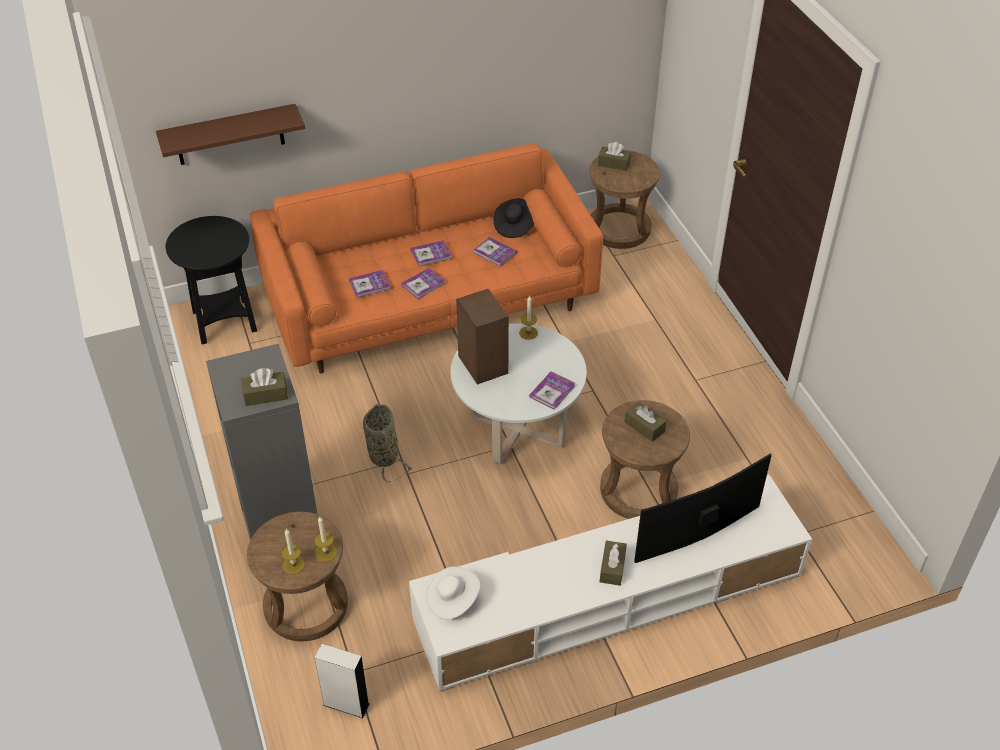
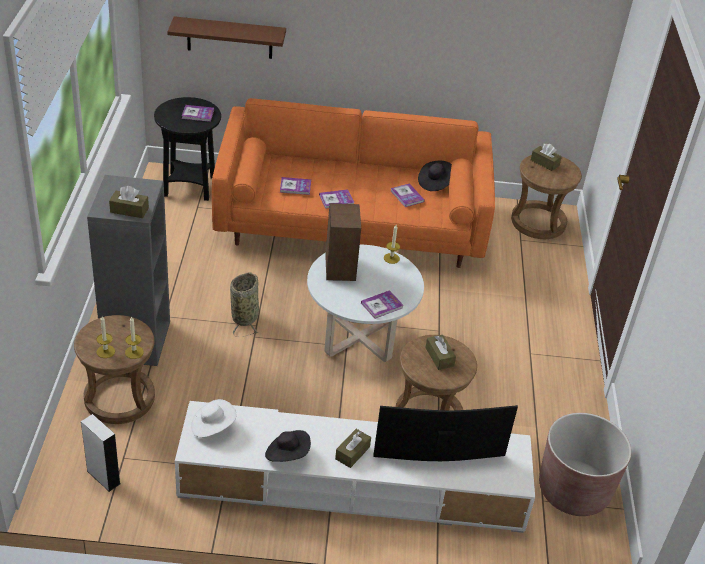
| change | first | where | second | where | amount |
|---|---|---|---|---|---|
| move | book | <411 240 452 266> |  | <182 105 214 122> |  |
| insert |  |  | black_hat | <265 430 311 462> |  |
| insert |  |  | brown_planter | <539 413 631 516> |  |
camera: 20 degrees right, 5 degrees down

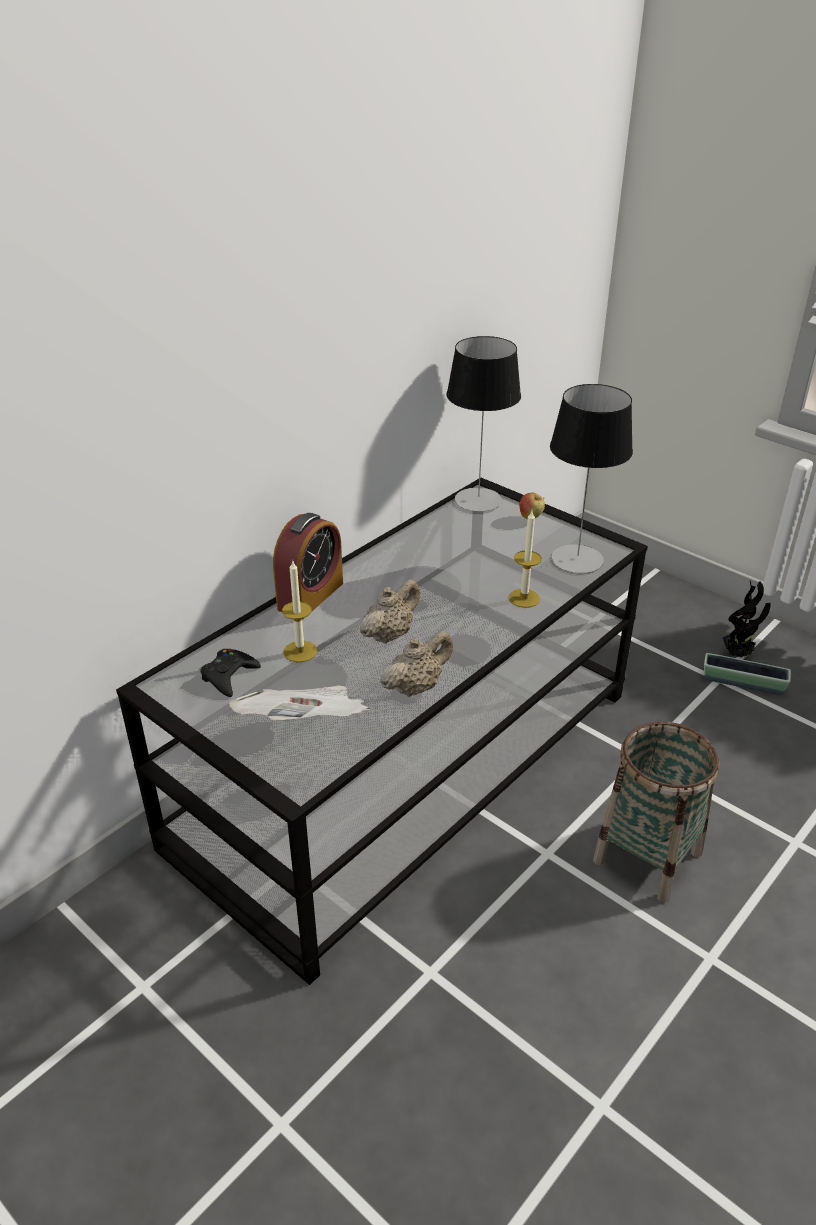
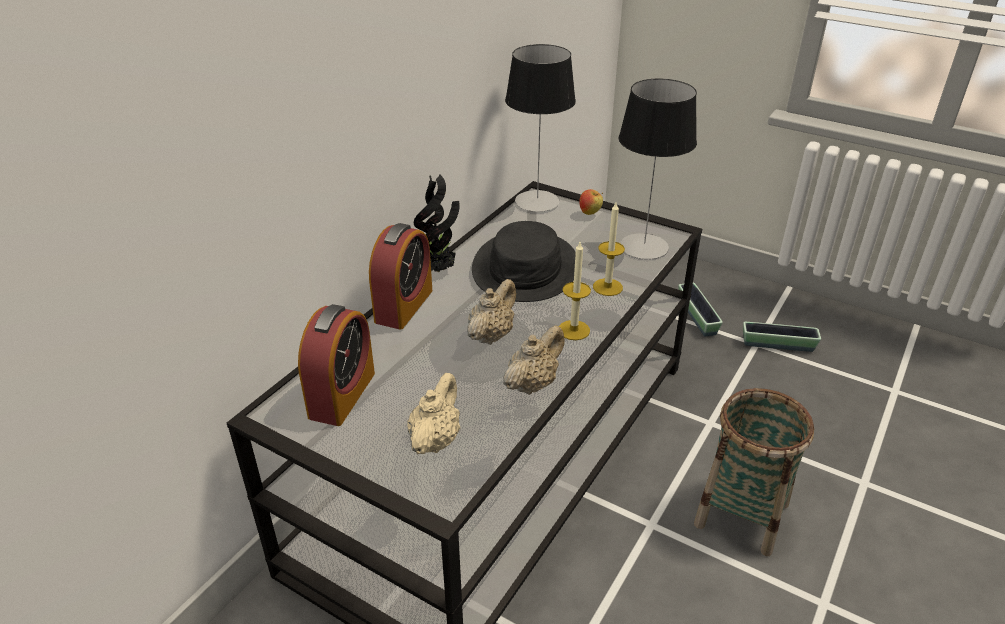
| change | first | where | second | where | amount |
|---|---|---|---|---|---|
| replace | black_game_controller | <200 649 261 697> | alarm_clock | <298 304 375 426> |  |
| replace | newspaper | <229 685 369 720> | beige_teapot | <407 373 460 454> |  |
| move | candle | <282 561 317 662> |  | <559 242 591 340> |  |
| move | potted_plant | <722 580 771 658> |  | <414 175 460 272> |  |
| insert |  |  | black_hat | <472 221 576 302> |  |
| insert |  |  | planter | <678 283 723 336> |  |
camera: 10 degrees left, 0 degrees up

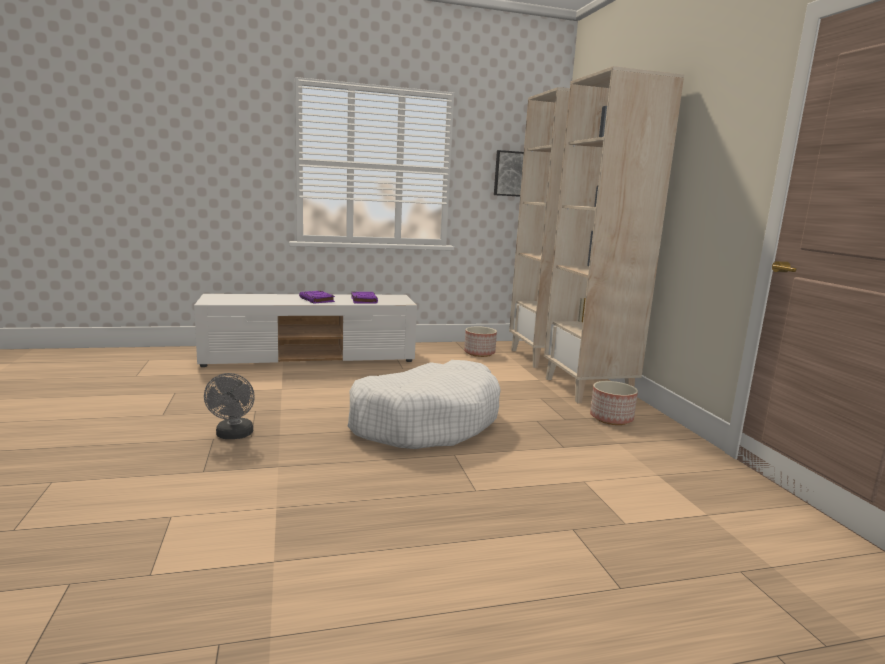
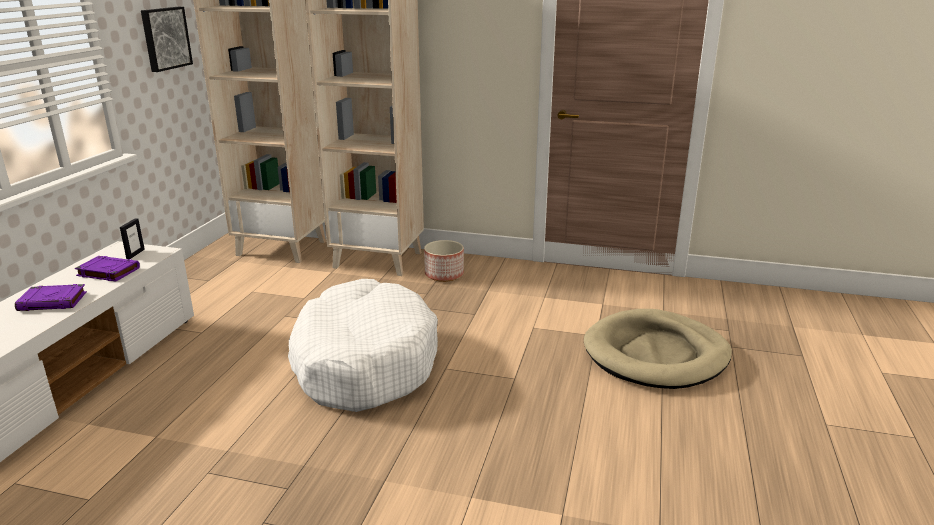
| change | first | where | second | where | amount |
|---|---|---|---|---|---|
| delete | grey_fan | <204 373 255 439> |  |  |  |
| delete | planter | <464 326 497 357> |  |  |  |
| insert |  |  | picture_frame | <120 218 145 259> |  |
| insert |  |  | beige_dog_bed | <584 309 732 389> |  |
camera: 60 degrees left, 10 degrees up

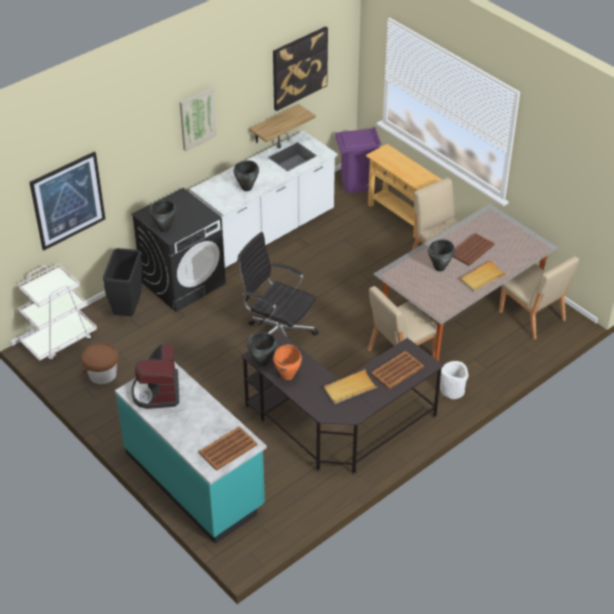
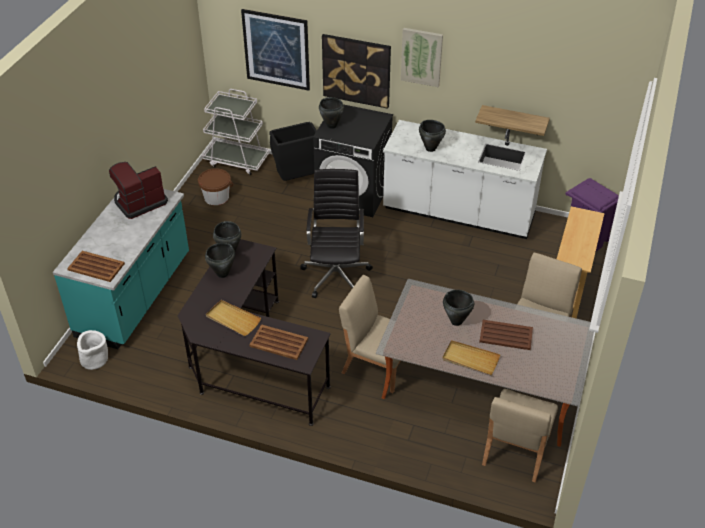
| change | first | where | second | where | amount |
|---|---|---|---|---|---|
| move | picture | <273 26 328 111> |  | <322 34 391 109> |  |
| recolor | orange_cooking_pot | <273 344 302 380> | black_cooking_pot | <205 243 235 278> |  |
| move | white_planter | <440 361 469 399> |  | <77 330 108 370> |  |
camera: 60 degrees right, 0 degrees up

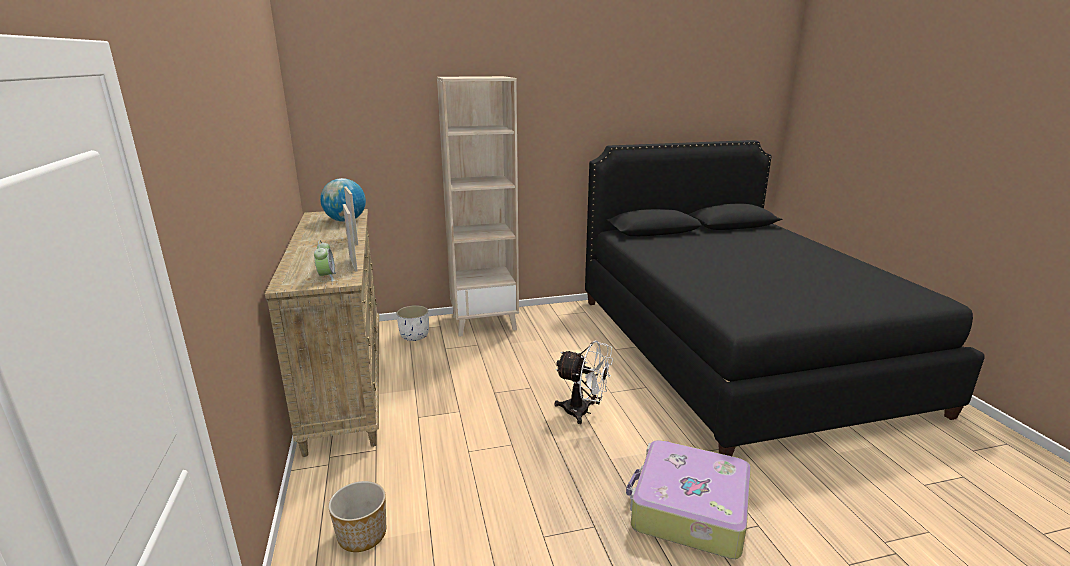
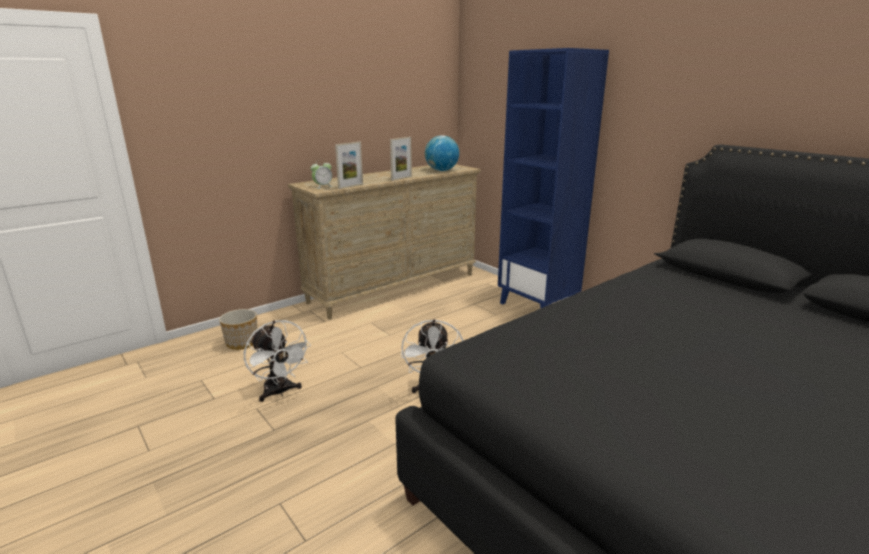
| change | first | where | second | where | amount |
|---|---|---|---|---|---|
| delete | white_planter | <397 305 429 341> |  |  |  |
| recolor | beige_bookcase | <437 76 519 337> | blue_bookcase | <498 48 609 308> |  |
| delete | suitcase | <626 440 751 559> |  |  |  |
| insert |  |  | white_fan | <244 320 311 402> |  |
camera: 65 degrees right, 0 degrees up

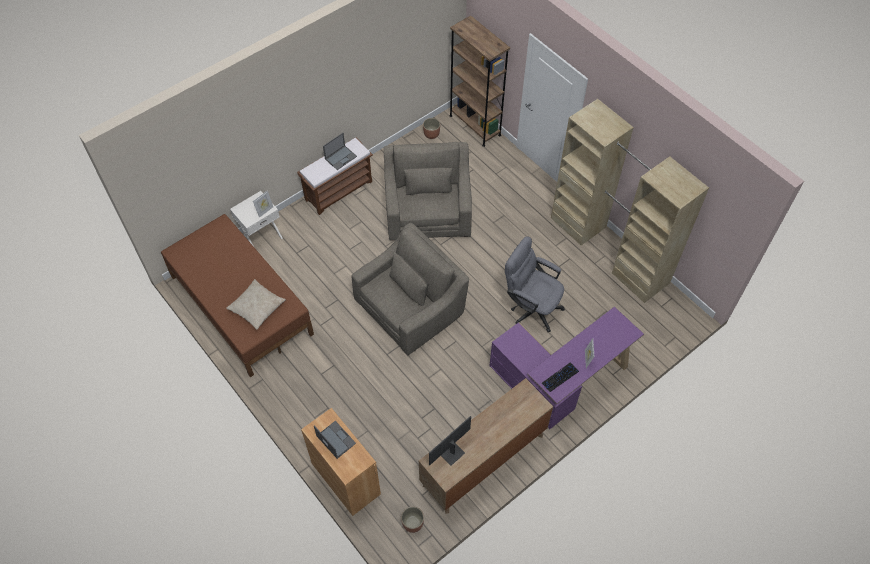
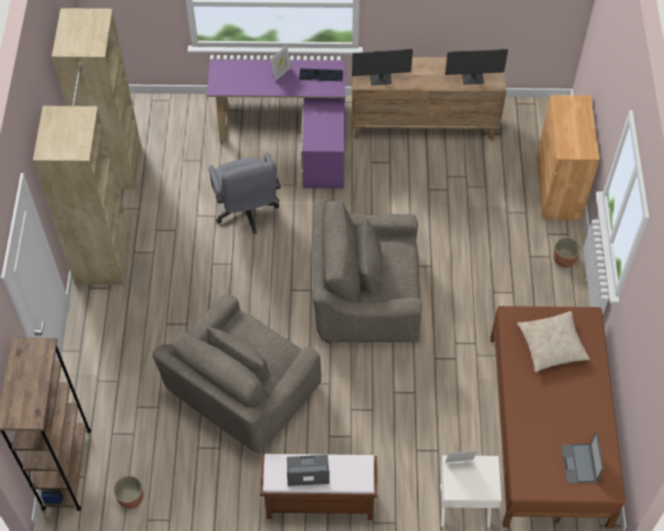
| change | first | where | second | where | amount |
|---|---|---|---|---|---|
| move | laptop | <314 421 356 459> |  | <561 431 604 484> |  |
| move | planter | <401 507 424 533> |  | <554 237 581 268> |  |
| insert |  |  | monitor | <352 49 413 85> |  |
camera: 140 degrees left, 0 degrees up

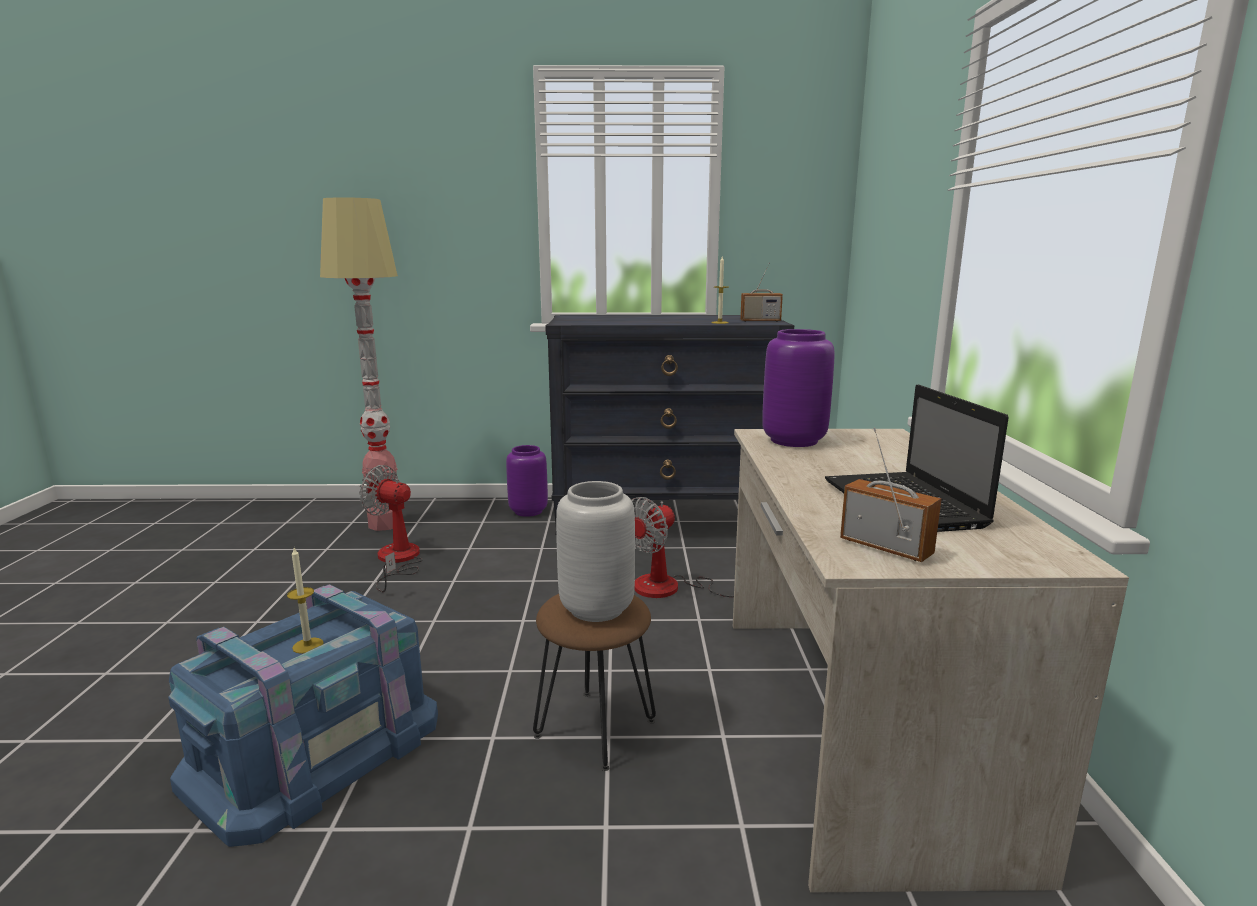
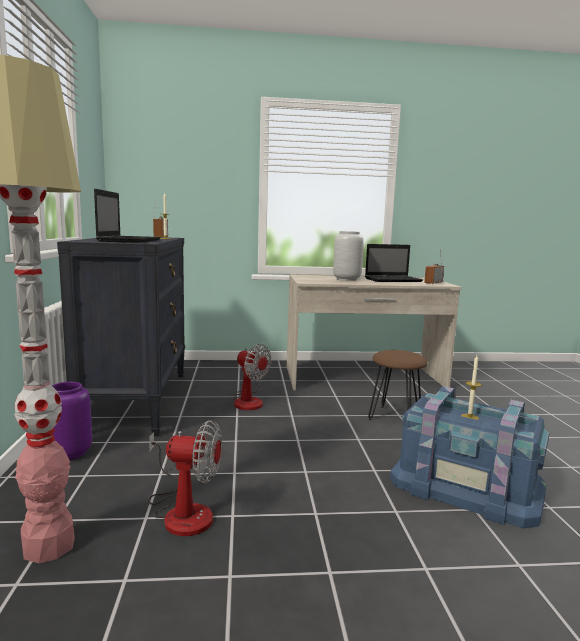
| change | first | where | second | where | amount |
|---|---|---|---|---|---|
| rotate | fan | <359 465 423 592> |  | <148 420 222 536> | 105 degrees counterclockwise |
| move | grey_vase | <556 481 635 622> |  | <333 231 364 281> |  |
| delete | purple_vase | <762 329 835 447> |  |  |  |
| insert |  |  | laptop | <94 189 160 243> |  |
camera: 95 degrees left, 5 degrees down

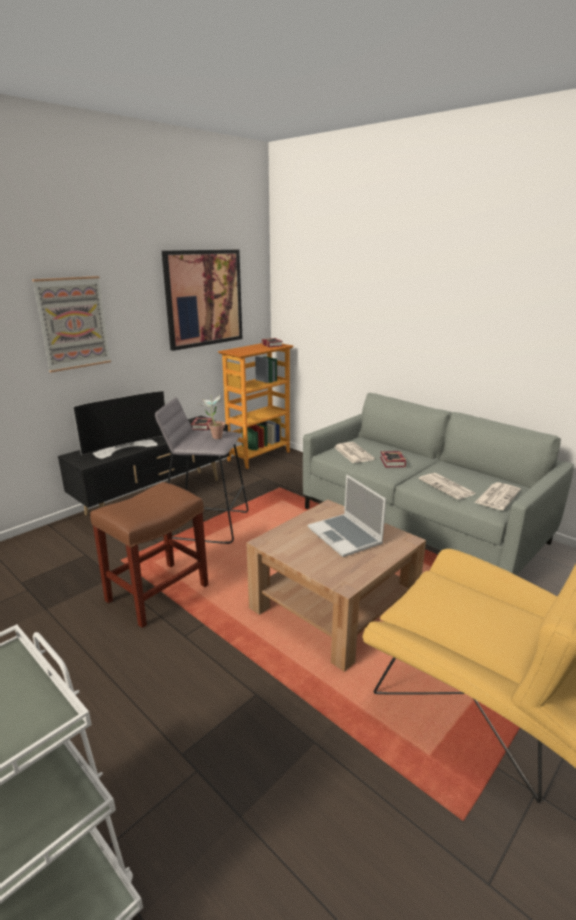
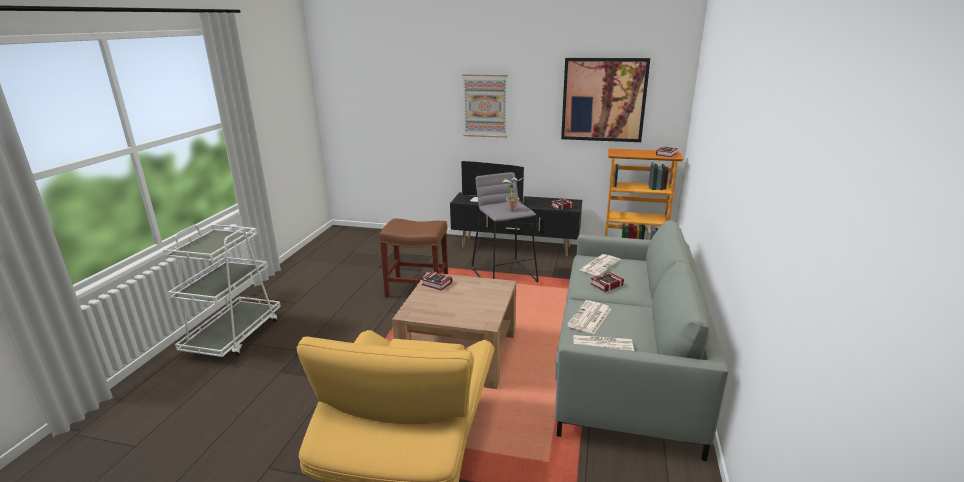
| change | first | where | second | where | amount |
|---|---|---|---|---|---|
| delete | laptop | <308 474 386 557> |  |  |  |
| insert |  |  | book | <421 272 453 291> |  |
camera: 60 degrees right, 0 degrees up

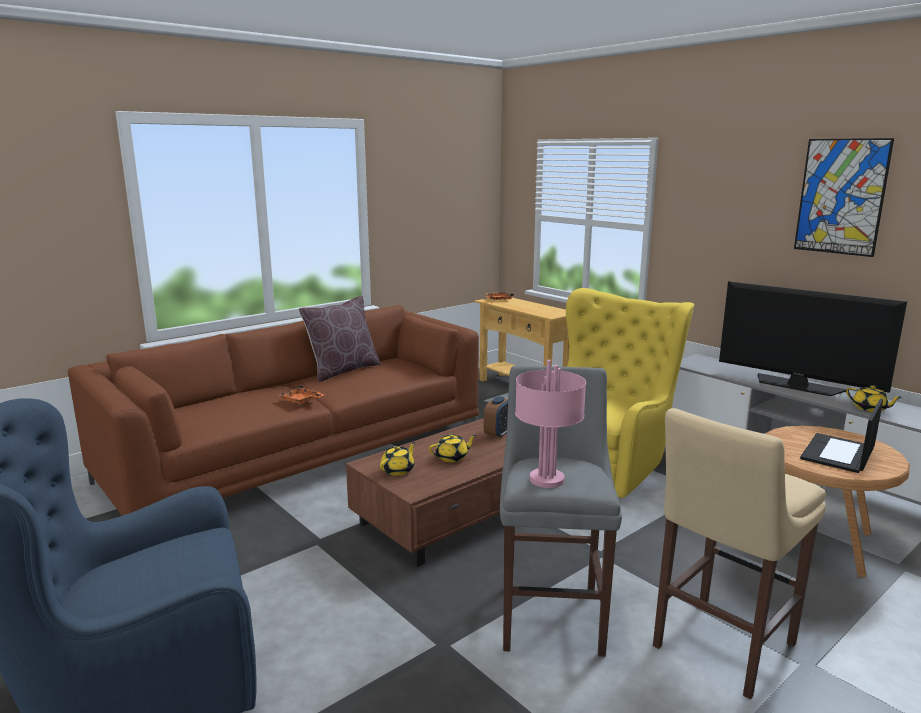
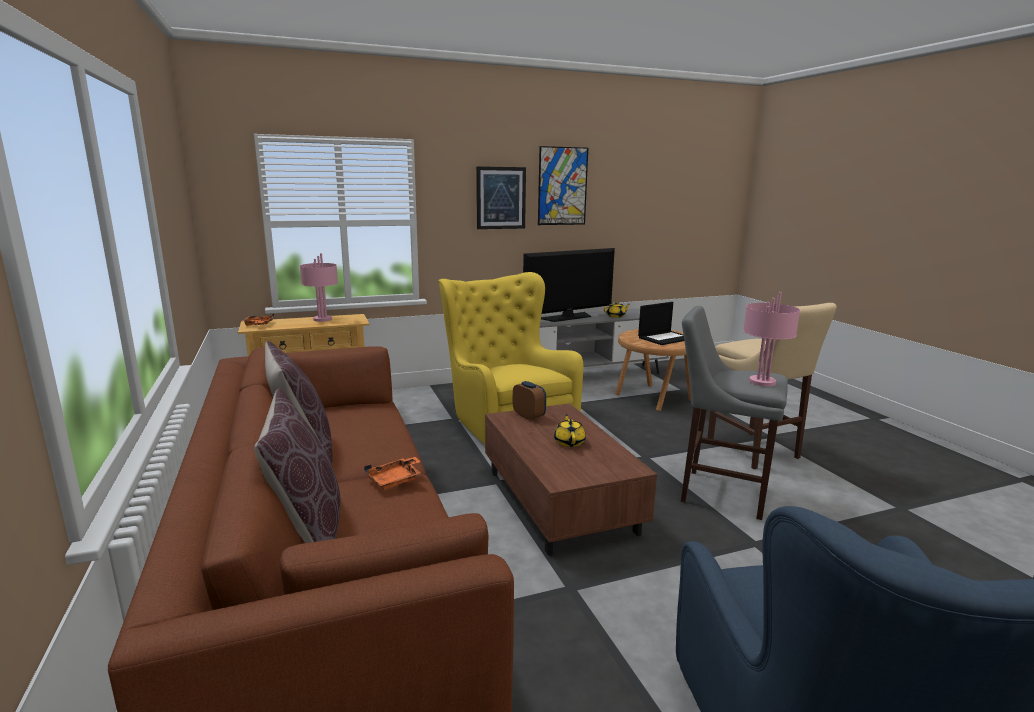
| change | first | where | second | where | amount |
|---|---|---|---|---|---|
| delete | yellow_teapot | <380 442 415 476> |  |  |  |
| rotate | laptop | <800 398 883 473> |  | <638 302 684 345> | 90 degrees counterclockwise |
| insert |  |  | brown_pillow | <254 388 341 543> |  |
| insert |  |  | pink_table_lamp | <300 253 338 322> |  |
| insert |  |  | picture | <476 166 526 229> |  |
camera: 70 degrees left, 0 degrees up

